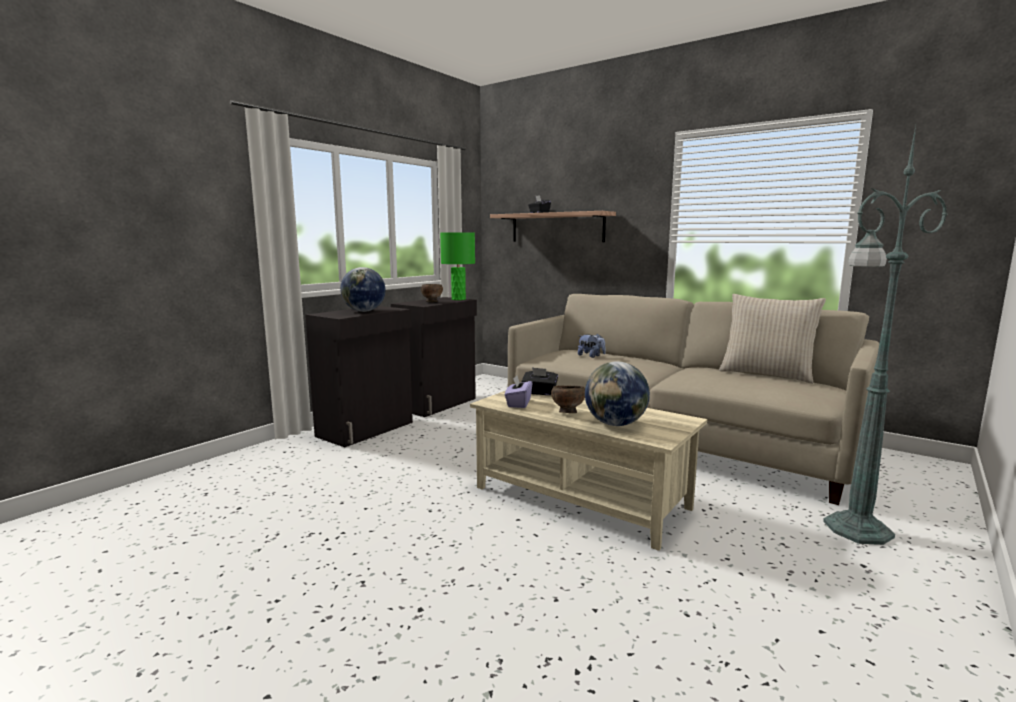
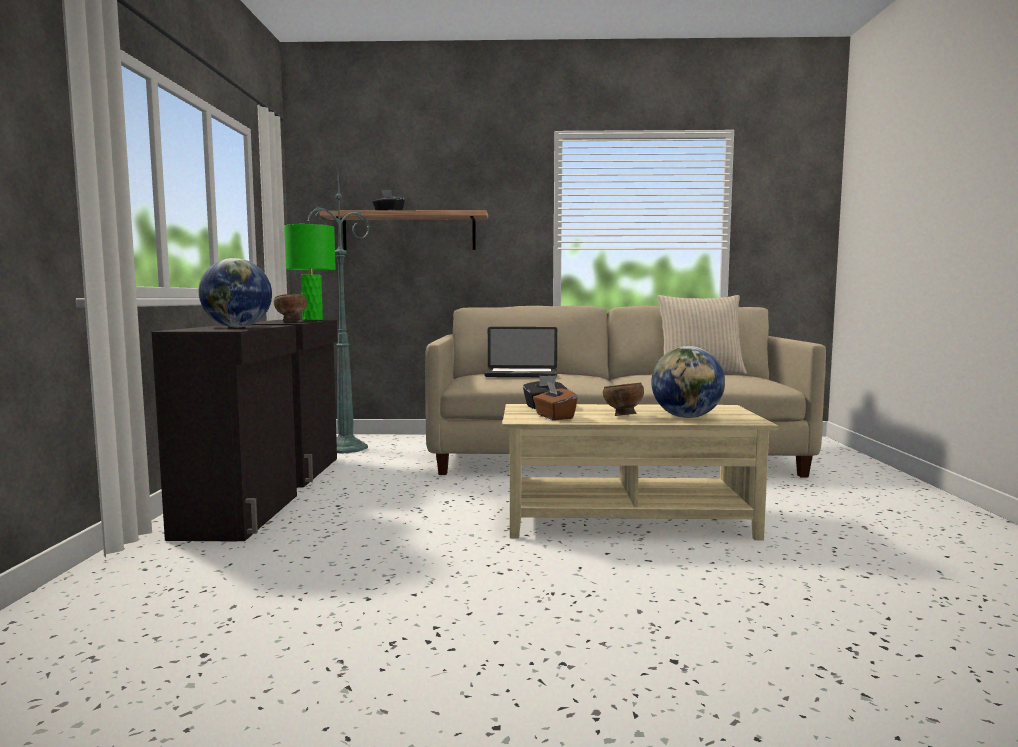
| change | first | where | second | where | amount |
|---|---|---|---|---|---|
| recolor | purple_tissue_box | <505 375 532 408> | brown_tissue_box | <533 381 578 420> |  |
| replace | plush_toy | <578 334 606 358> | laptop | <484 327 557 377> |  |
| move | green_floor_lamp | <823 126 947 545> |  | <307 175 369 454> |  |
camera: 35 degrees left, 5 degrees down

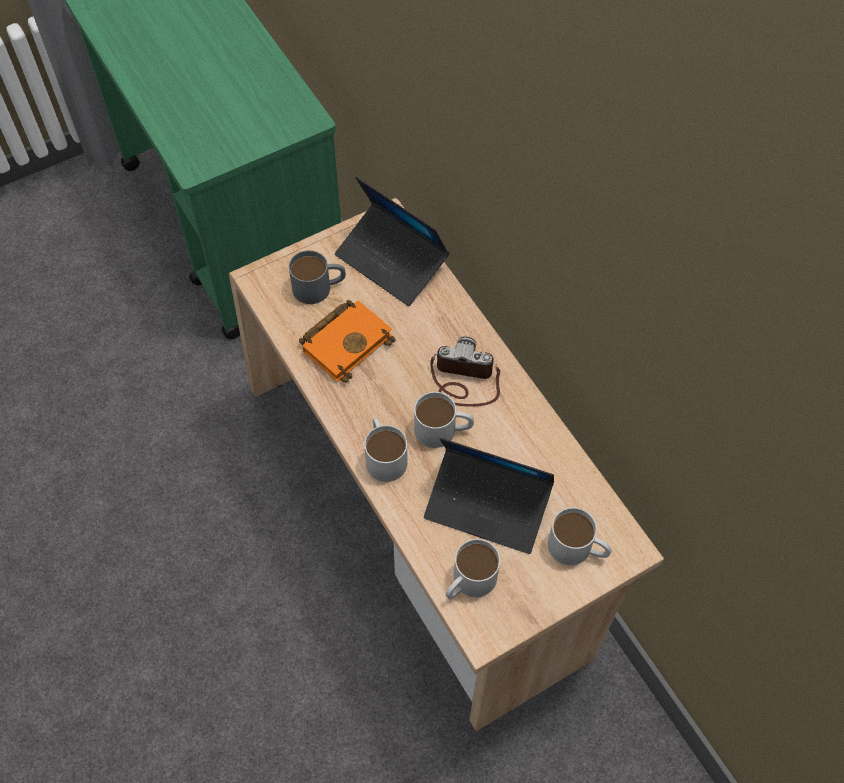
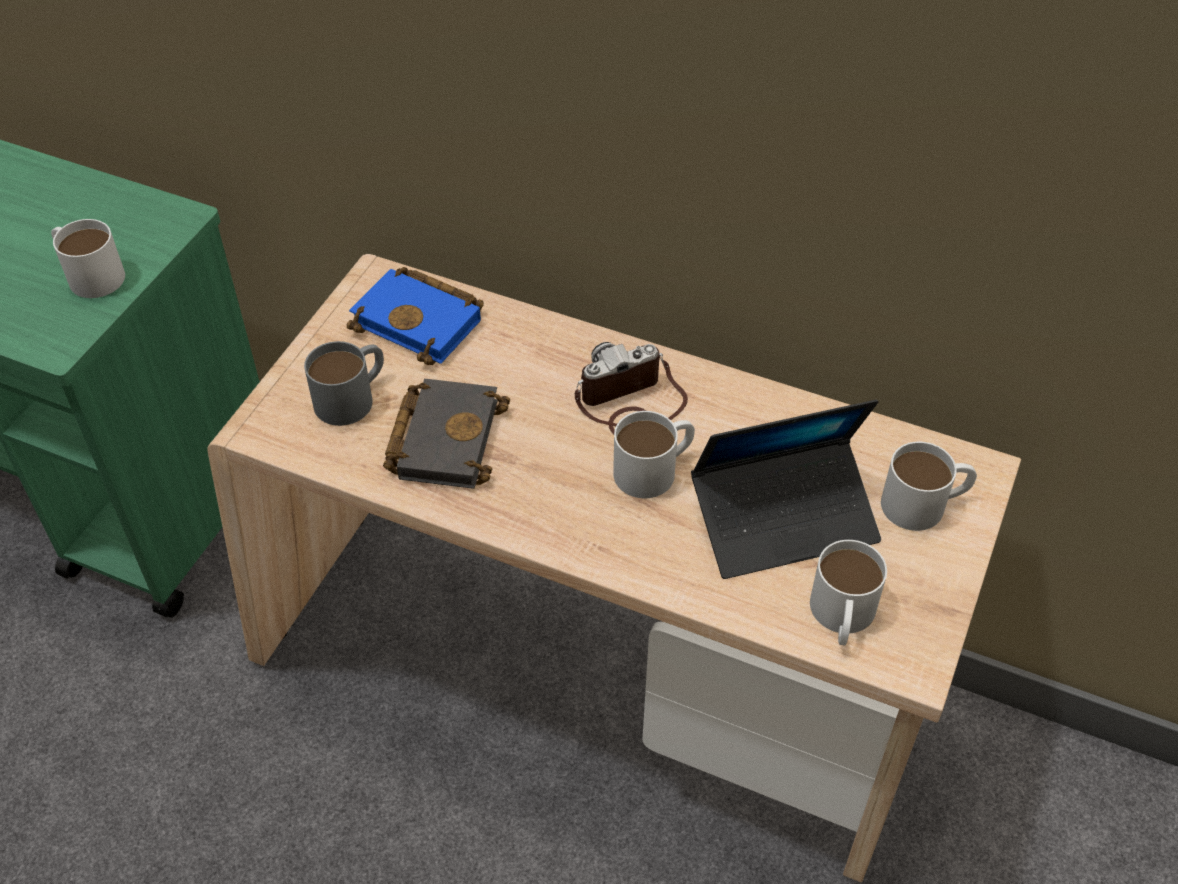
| change | first | where | second | where | amount |
|---|---|---|---|---|---|
| recolor | orange_book | <299 300 396 382> | black_book | <383 379 510 489> |  |
| replace | laptop | <335 177 450 306> | blue_book | <347 267 484 365> |  |
| move | white_mug | <364 418 407 482> |  | <51 219 125 298> |  |
camera: 35 degrees left, 10 degrees down

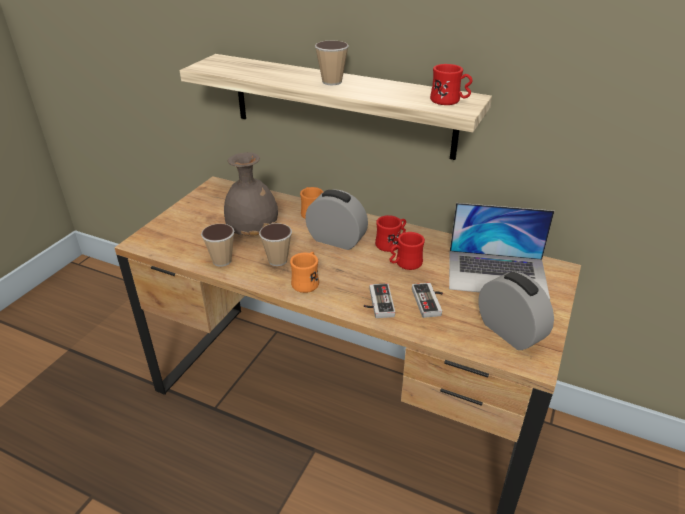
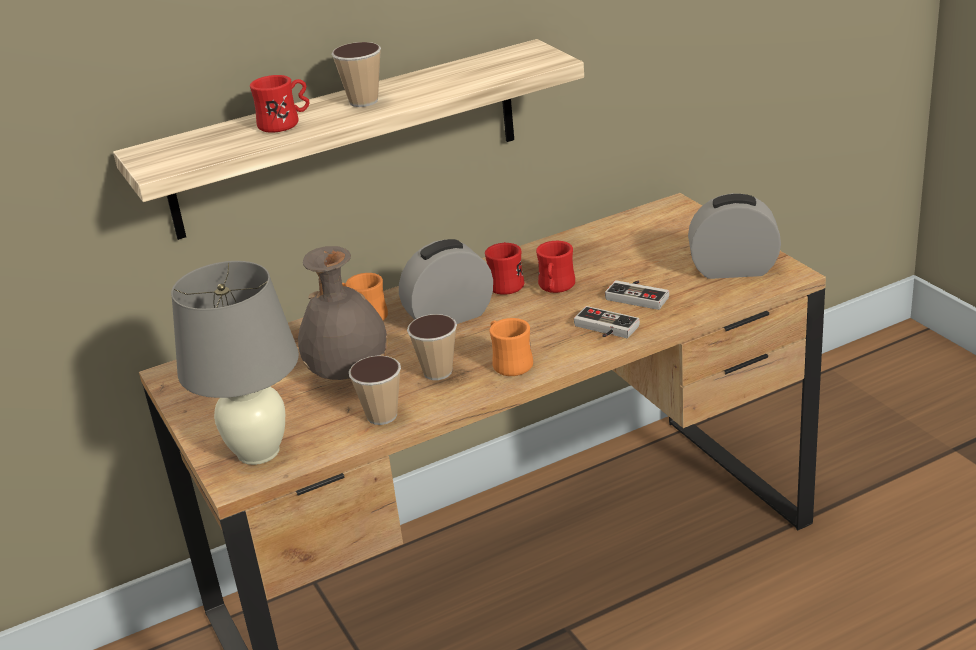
| change | first | where | second | where | amount |
|---|---|---|---|---|---|
| move | red_mug | <430 64 472 105> |  | <250 75 310 133> |  |
| delete | laptop | <449 203 554 299> |  |  |  |
| insert |  |  | grey_table_lamp | <171 261 299 465> |  |
camera: 50 degrees left, 5 degrees down

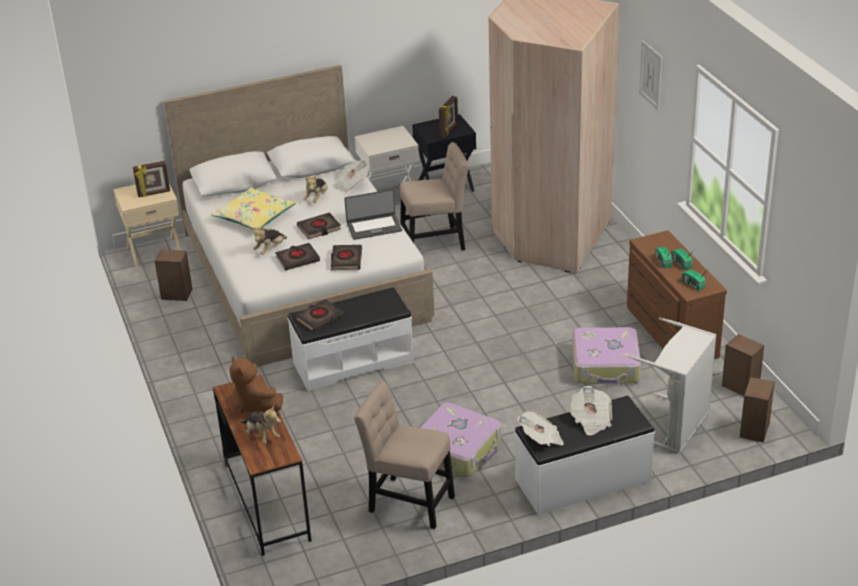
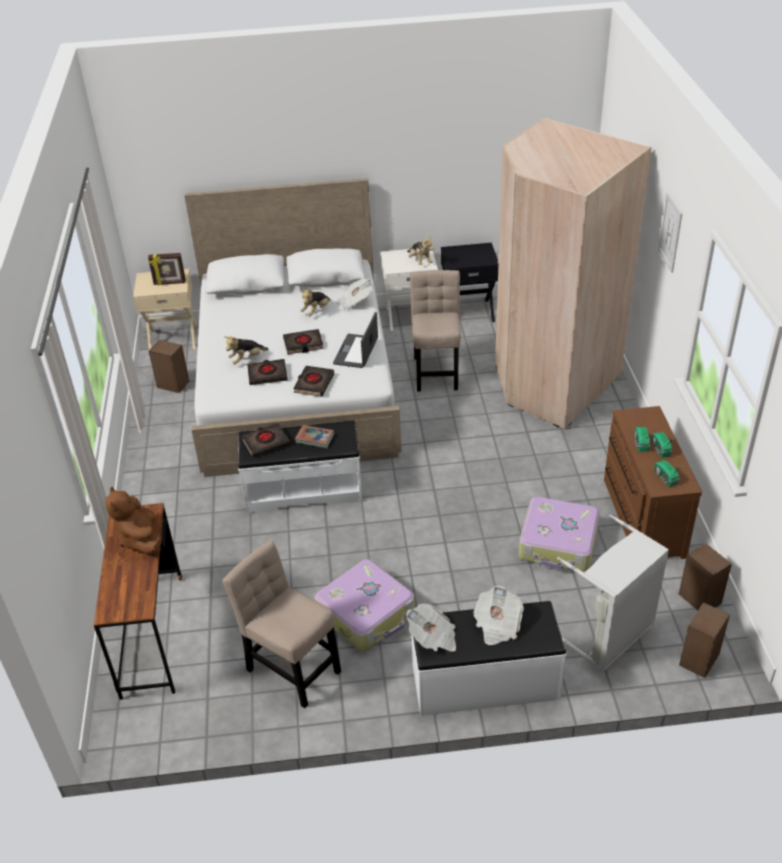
| change | first | where | second | where | amount |
|---|---|---|---|---|---|
| delete | yellow_pillow | <211 187 296 230> |  |  |  |
| move | plush_toy | <241 405 281 444> |  | <407 236 434 265> |  |
| rotate | laptop | <344 189 402 240> |  | <333 312 378 368> | 105 degrees clockwise |
| rotate | beige_chair | <400 142 469 250> |  | <410 270 461 392> | 90 degrees counterclockwise |
| delete | picture_frame | <439 96 458 137> |  |  |  |
| insert |  |  | book | <295 425 334 448> |  |
camera: 15 degrees right, 5 degrees up

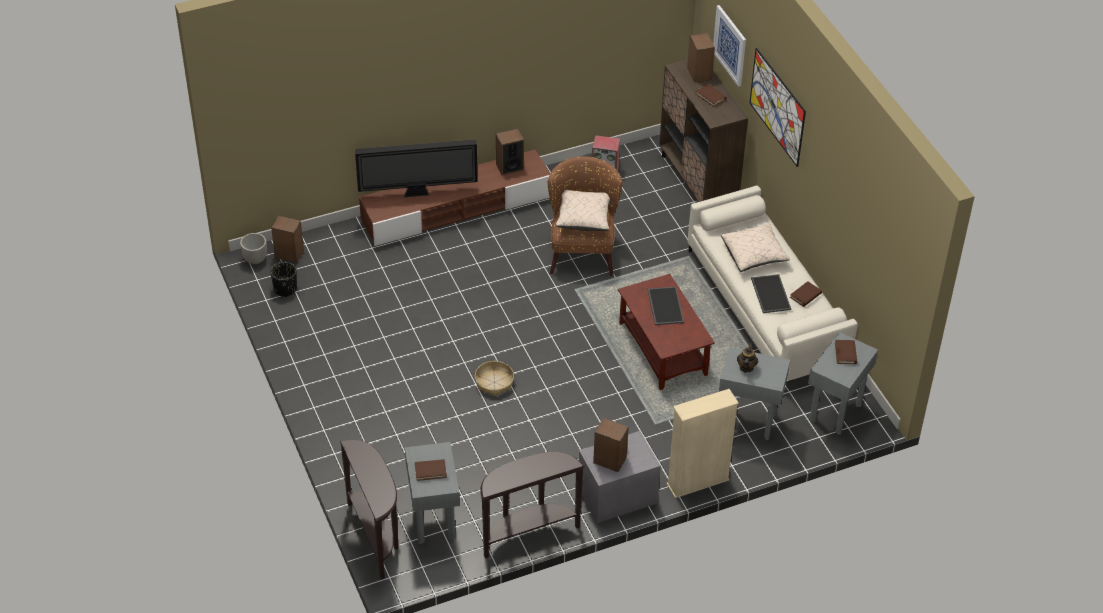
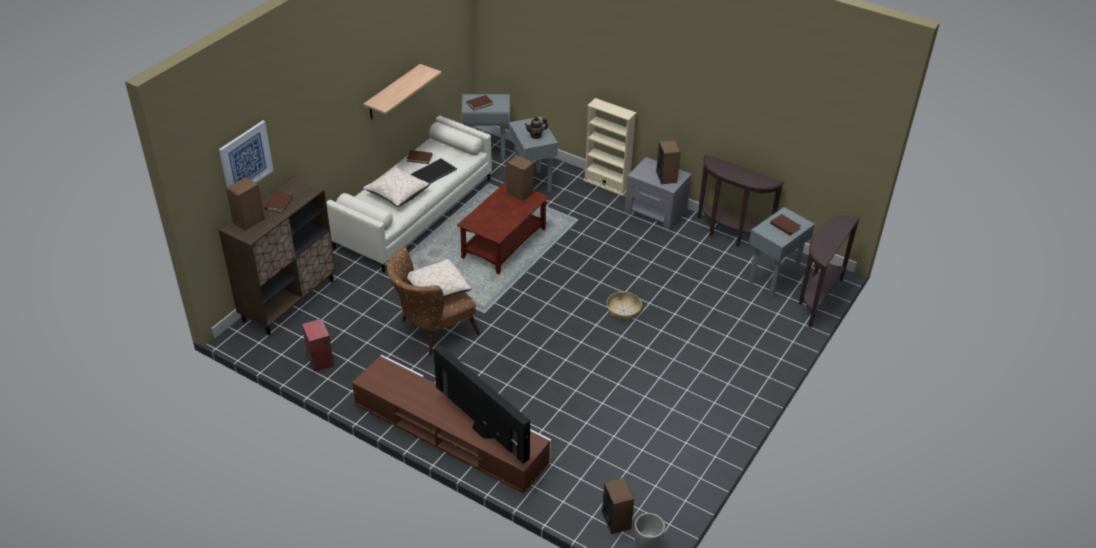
| change | first | where | second | where | amount |
|---|---|---|---|---|---|
| delete | black_planter | <270 262 297 297> |  |  |  |
| move | speaker | <496 128 524 175> |  | <506 155 534 201> |  |
| delete | tray | <648 287 684 325> |  |  |  |
| delete | picture | <750 48 806 167> |  |  |  |
| insert |  |  | shelf | <364 64 442 119> |  |
camera: 125 degrees left, 5 degrees down

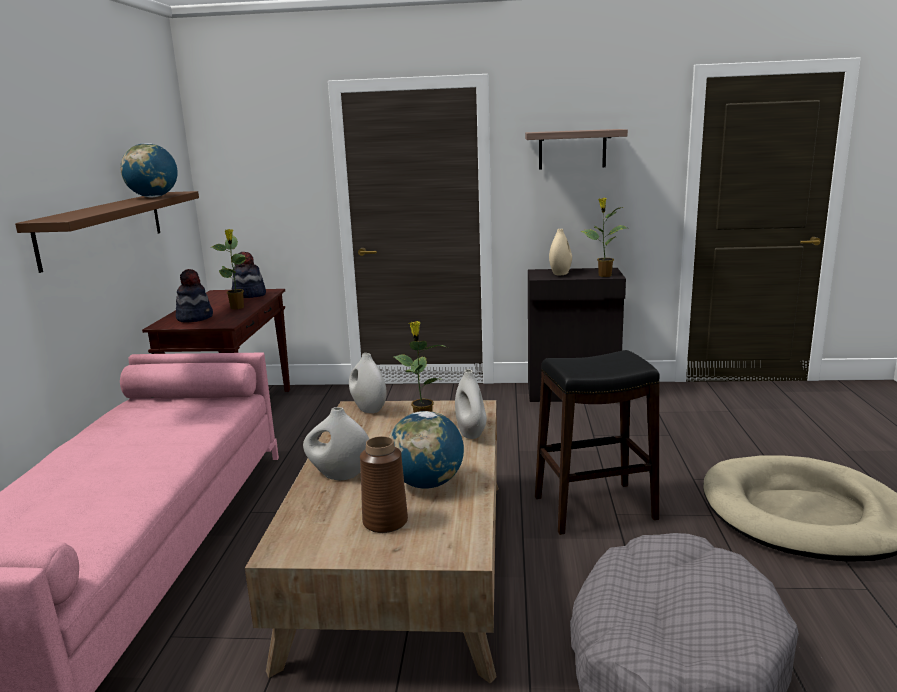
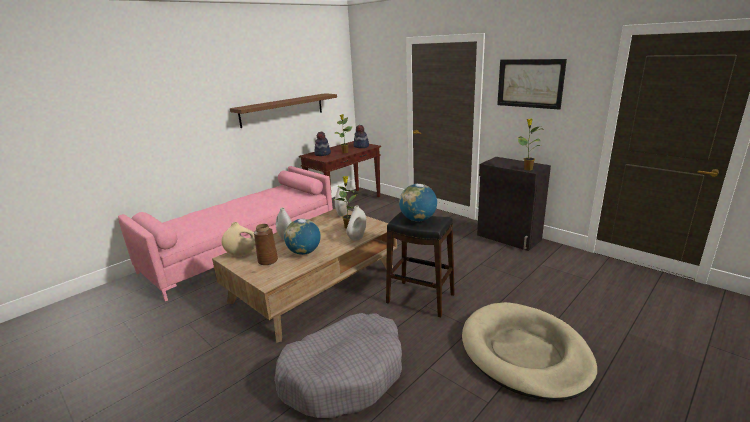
| change | first | where | second | where | amount |
|---|---|---|---|---|---|
| move | globe | <120 143 178 197> |  | <399 184 437 222> |  |
| replace | shelf | <525 129 628 169> | picture | <497 59 567 110> |  |
| move | beige_vase | <549 229 572 276> |  | <221 222 256 257> |  |
camera: 40 degrees right, 5 degrees up

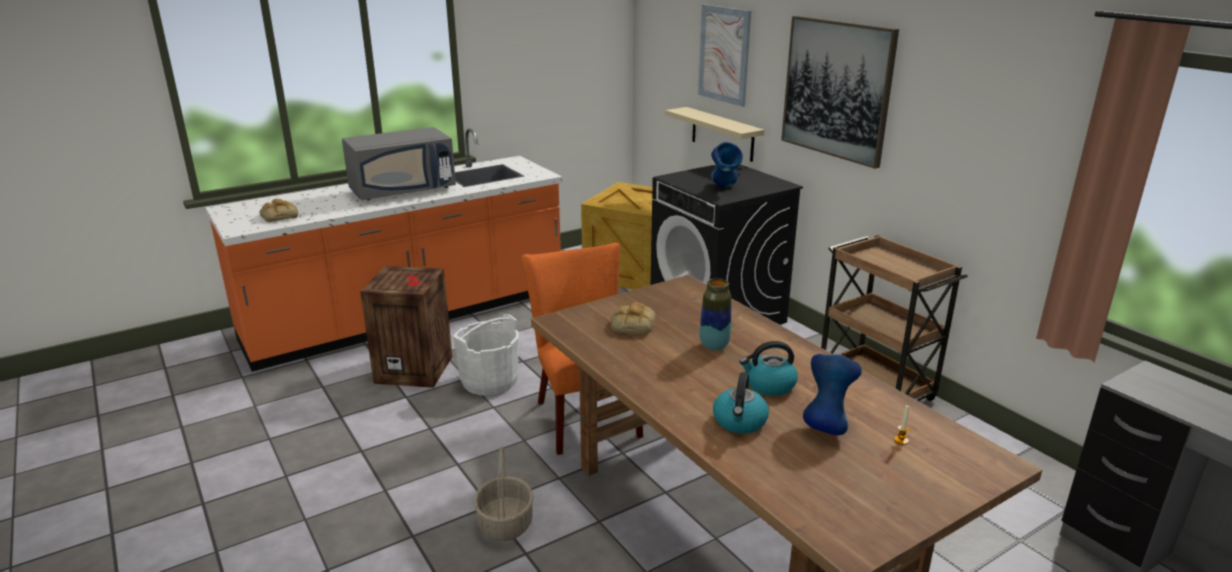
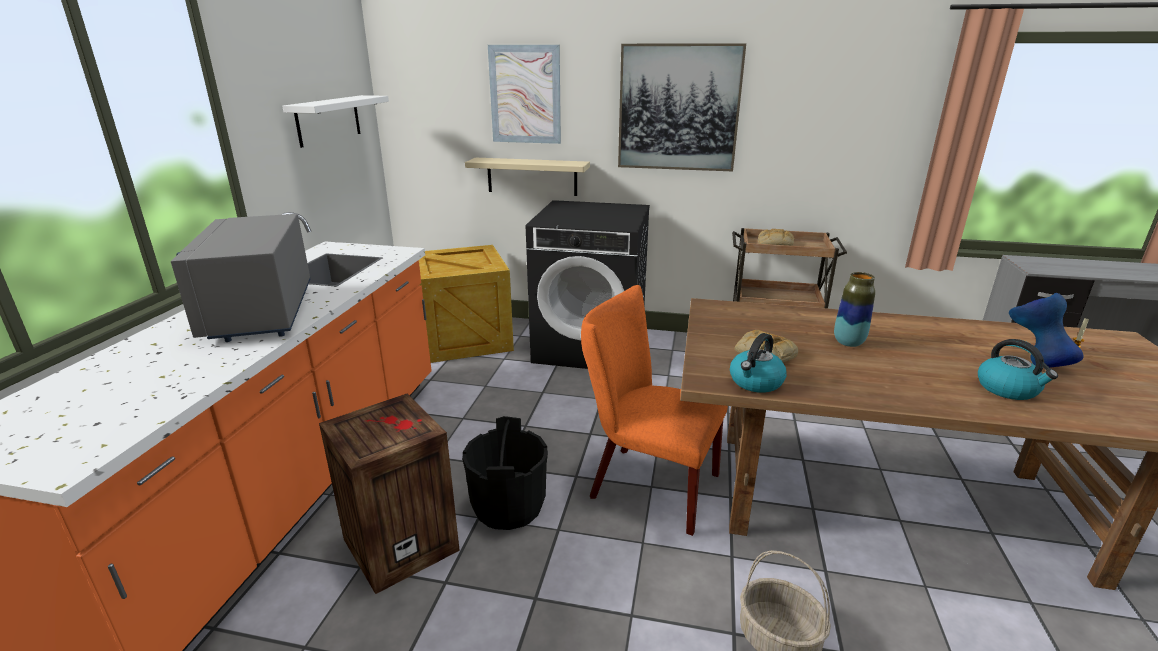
| change | first | where | second | where | amount |
|---|---|---|---|---|---|
| move | bread | <259 199 298 222> |  | <758 229 794 246> |  |
| rotate | grey_microwave | <342 127 456 200> |  | <171 214 310 342> | 150 degrees clockwise |
| recolor | white_bucket | <452 314 519 396> | black_bucket | <462 416 548 530> |  |
| delete | blue_vase | <711 142 743 188> |  |  |  |
| move | kettle | <740 341 798 396> |  | <730 333 786 393> |  |
| insert |  |  | white_shelf | <283 95 389 148> |  |
camera: 45 degrees left, 0 degrees up

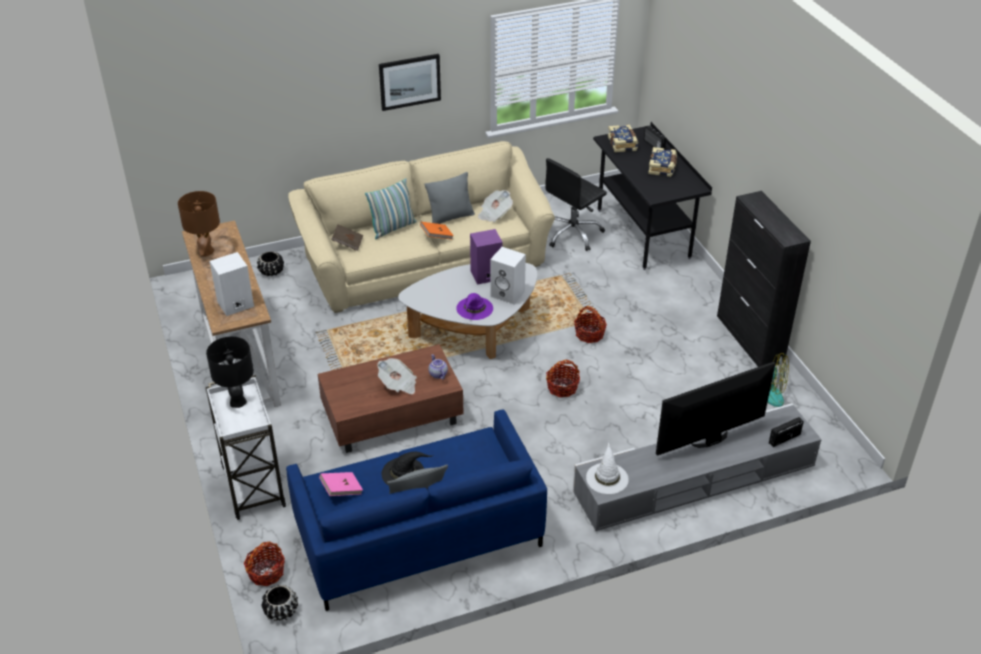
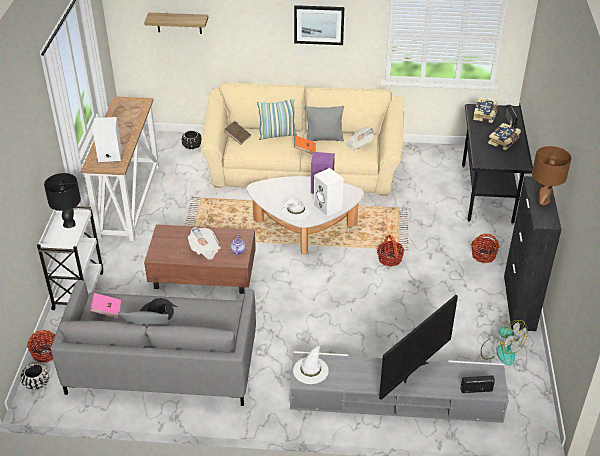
| change | first | where | second | where | amount |
|---|---|---|---|---|---|
| move | brown_table_lamp | <178 191 220 257> |  | <532 146 571 205> |  |
| recolor | blue_sofa | <286 409 547 611> | grey_sofa | <51 280 256 406> |  |
| recolor | purple_hat | <456 293 493 320> | white_hat | <281 198 311 220> |  |
| delete | black_office_chair | <545 158 607 251> |  |  |  |
| move | basket | <546 360 580 397> |  | <471 234 499 263> |  |
| rotate | television | <656 362 776 456> |  | <379 295 458 400> | 135 degrees clockwise |
| insert |  |  | shelf | <144 13 208 34> |  |
camera: 25 degrees right, 0 degrees up

